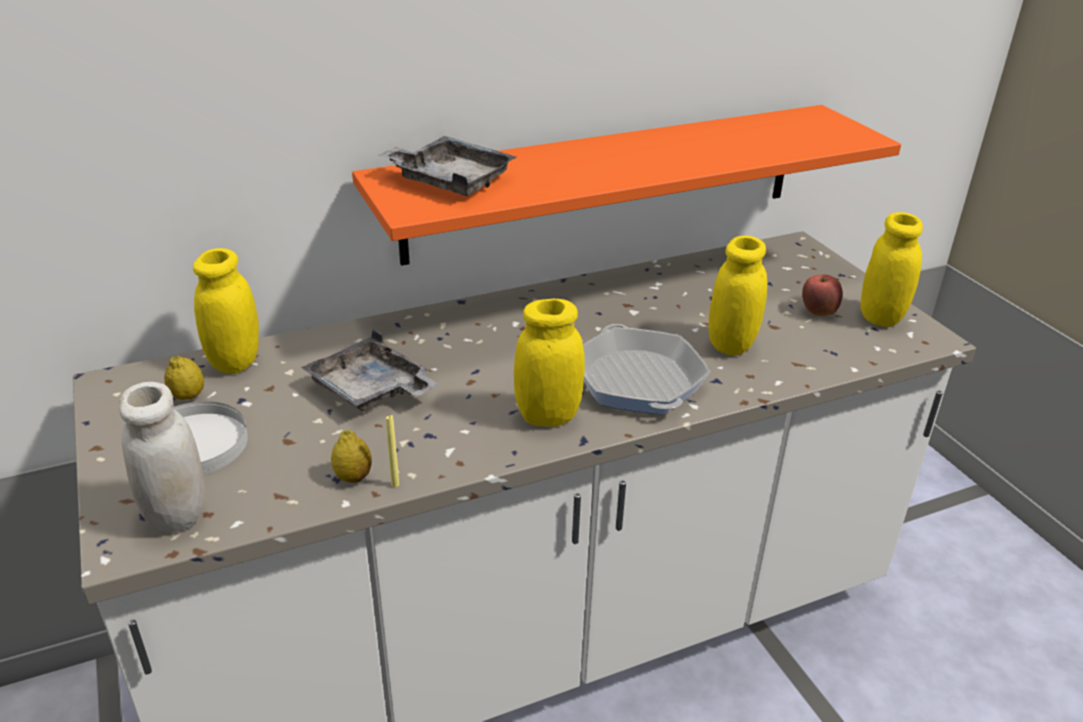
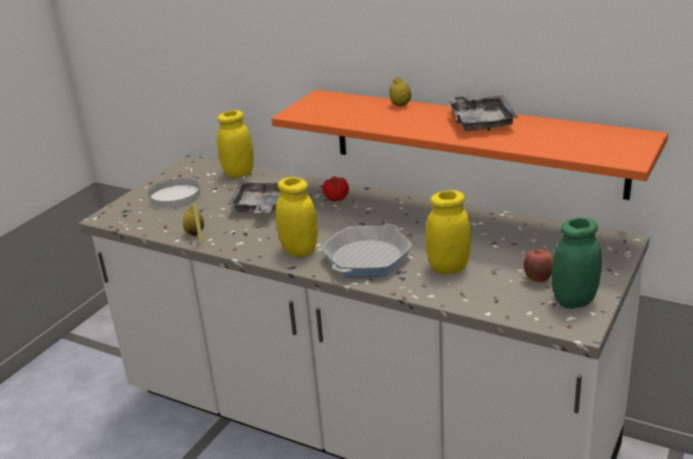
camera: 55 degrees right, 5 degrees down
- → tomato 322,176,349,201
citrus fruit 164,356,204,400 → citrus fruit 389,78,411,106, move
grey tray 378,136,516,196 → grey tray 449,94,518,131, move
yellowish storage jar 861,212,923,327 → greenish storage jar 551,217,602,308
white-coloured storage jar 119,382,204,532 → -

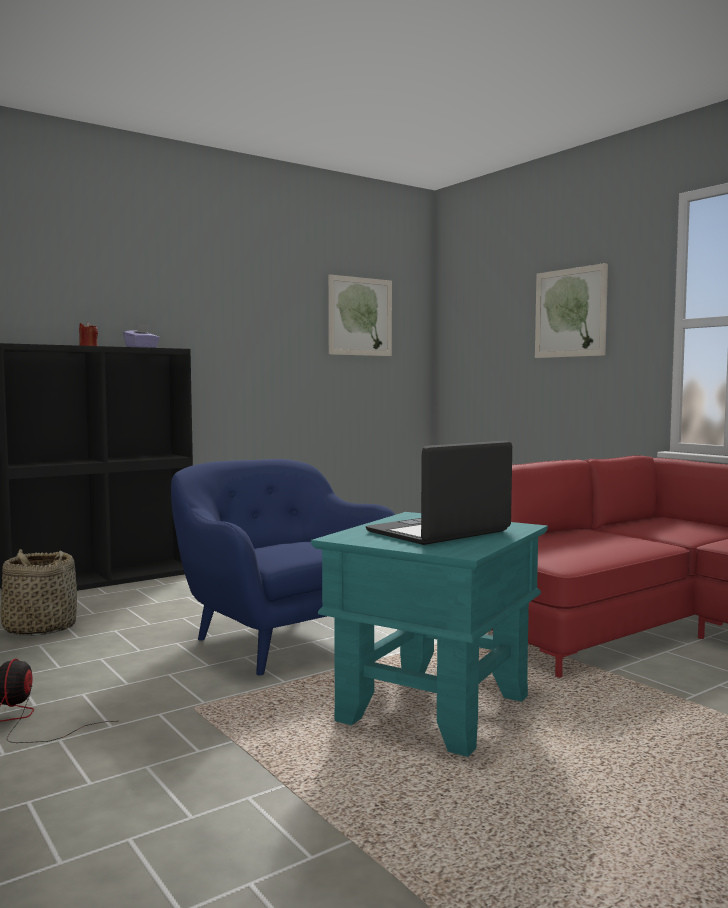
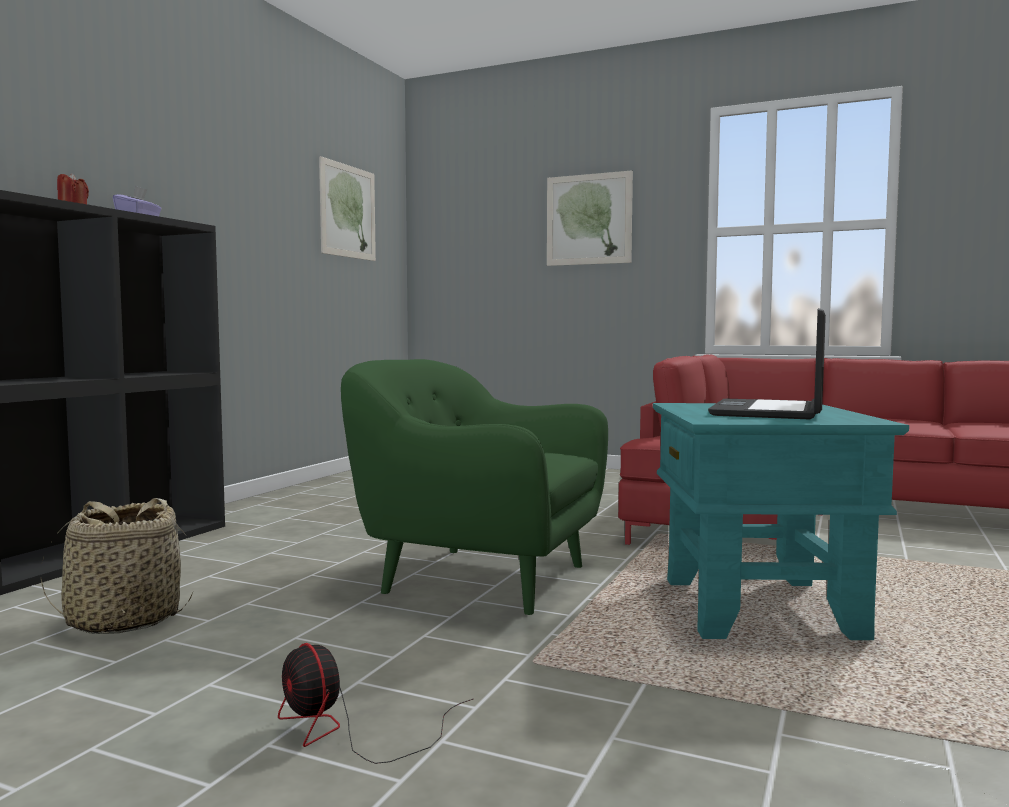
camera: 30 degrees left, 0 degrees up
blue lounge chair 171,459,396,675 → greenish lounge chair 341,359,608,615

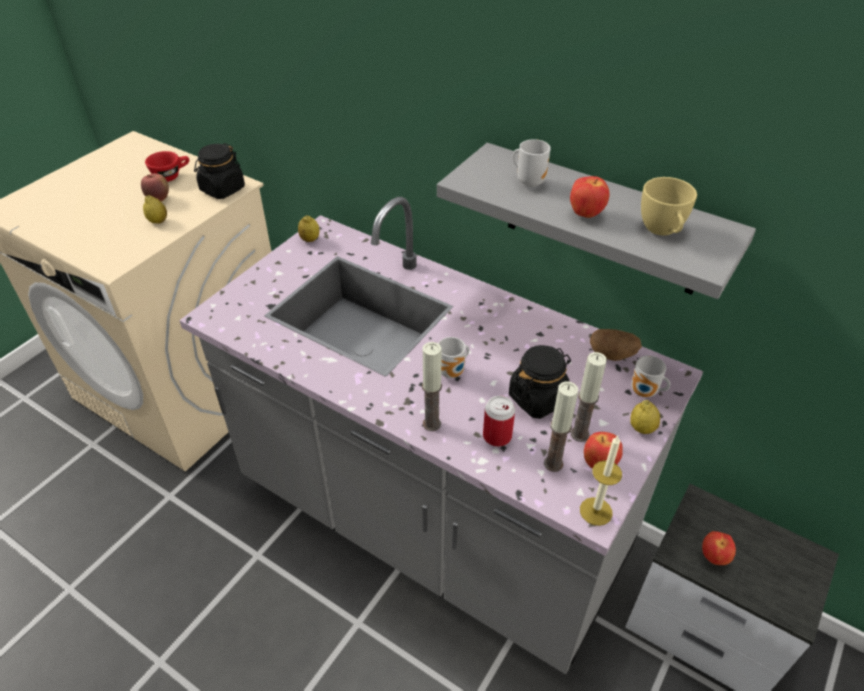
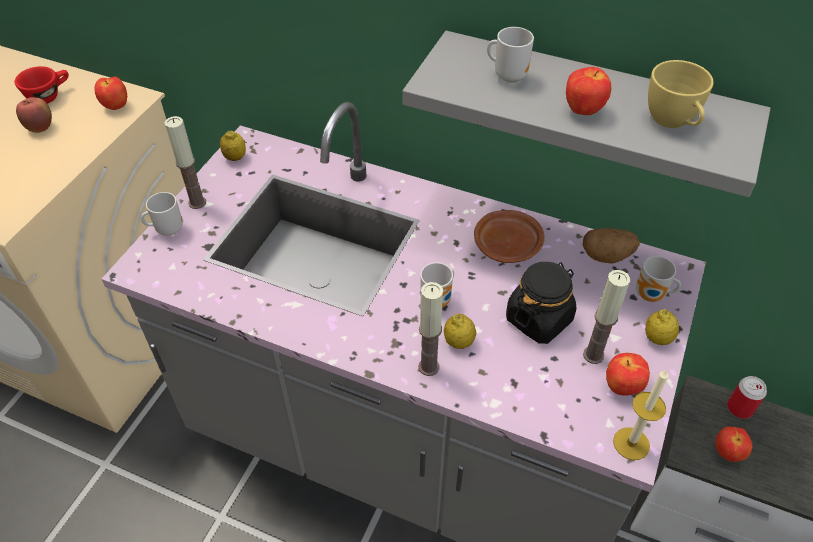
camera: 10 degrees left, 5 degrees up
black storage jar 194,143,245,199 → apple fruit 94,76,127,110
- → mug 141,192,183,236
candle 544,381,579,472 → candle 165,116,206,209, move
citrus fruit 143,195,167,223 → citrus fruit 444,313,476,349, move
- → brown-coloured flat dish 474,210,545,263
can 483,396,515,447 → can 727,376,767,419, move

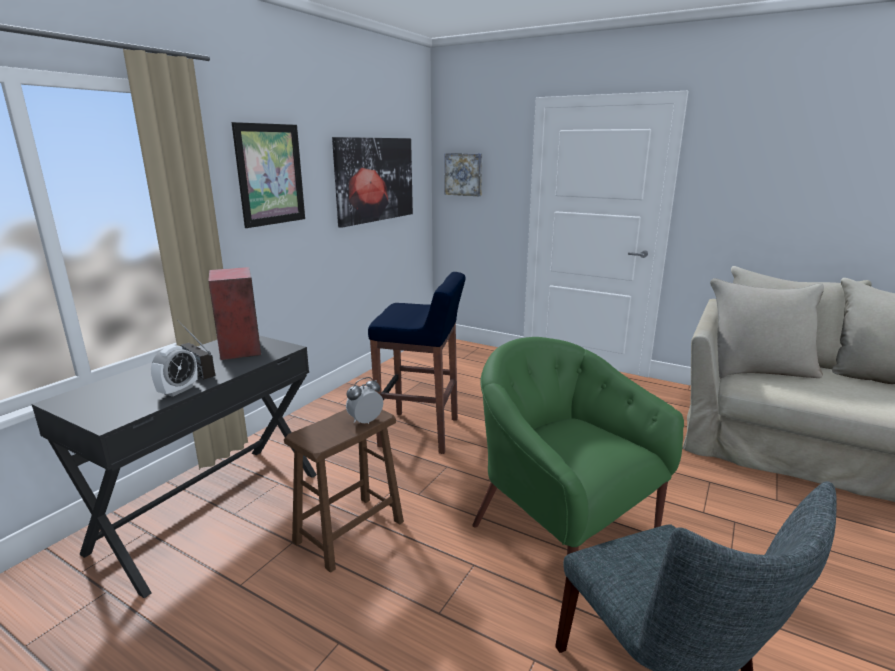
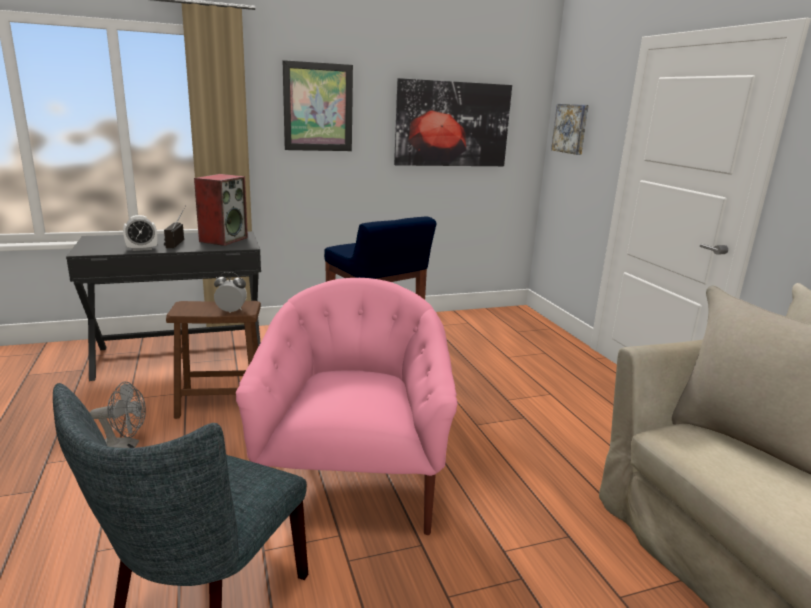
camera: 40 degrees right, 0 degrees up
- → grey electric fan 90,382,146,448
greenish lounge chair 472,337,684,555 → pink lounge chair 236,278,458,535

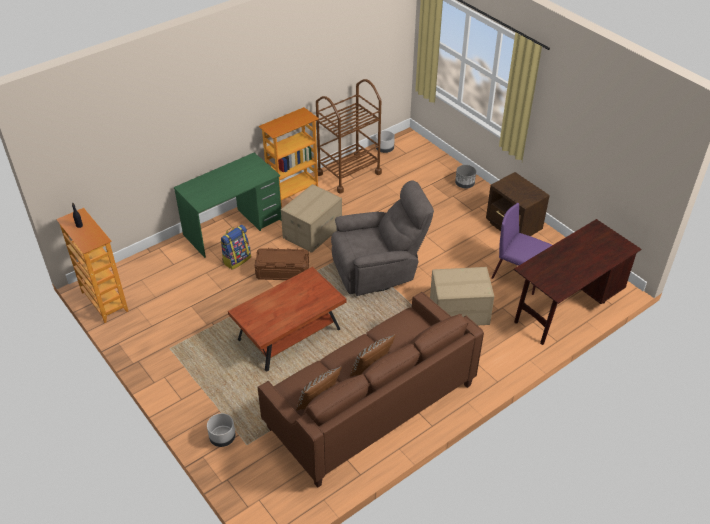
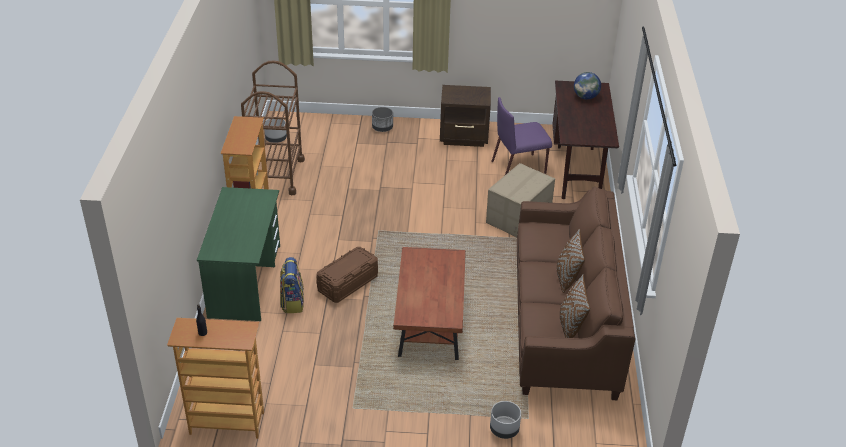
camera: 50 degrees left, 5 degrees down
- → world globe 574,72,601,99
packing box 281,184,342,253 → -
grey lounge chair 331,180,434,296 → -

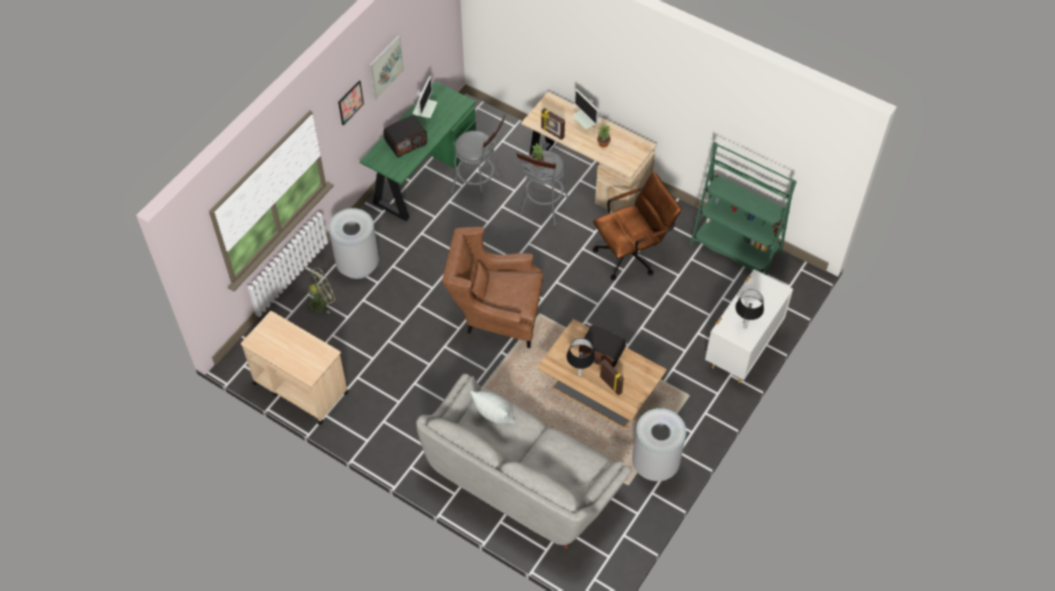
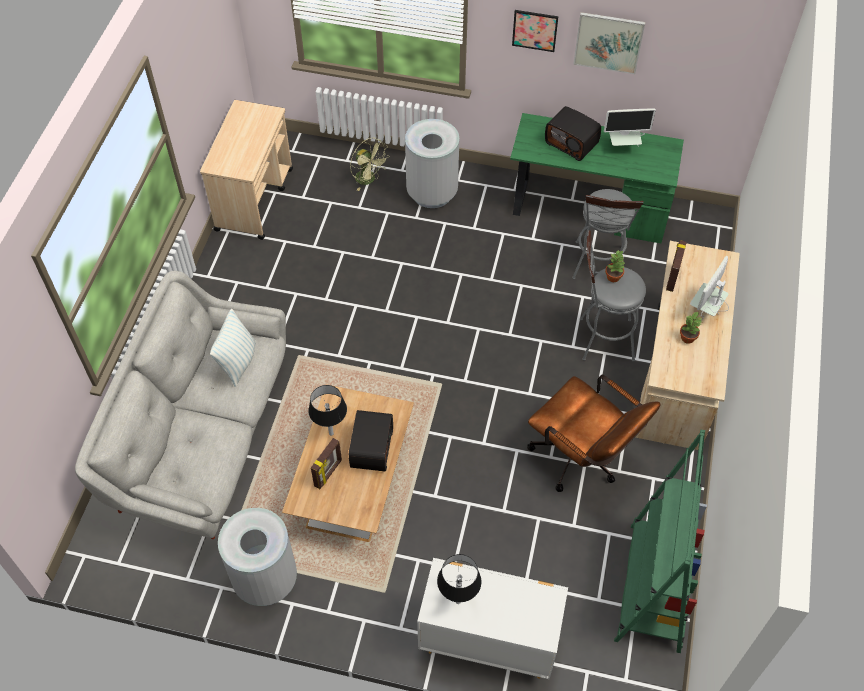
camera: 70 degrees right, 0 degrees up
brown-coloured lounge chair 442,227,543,348 → -

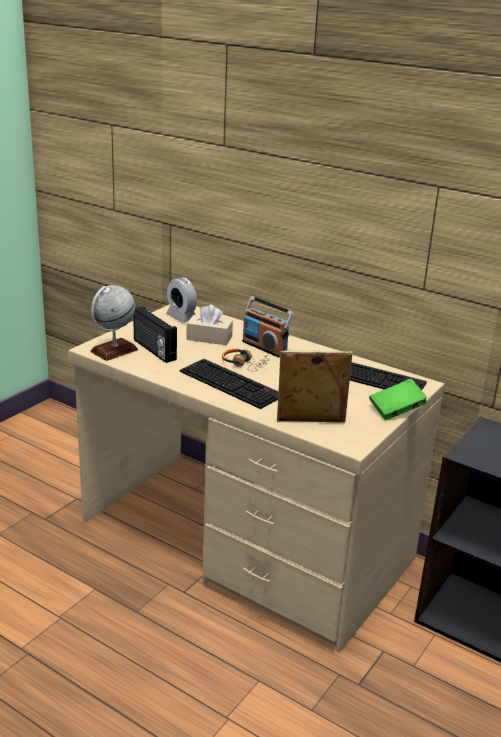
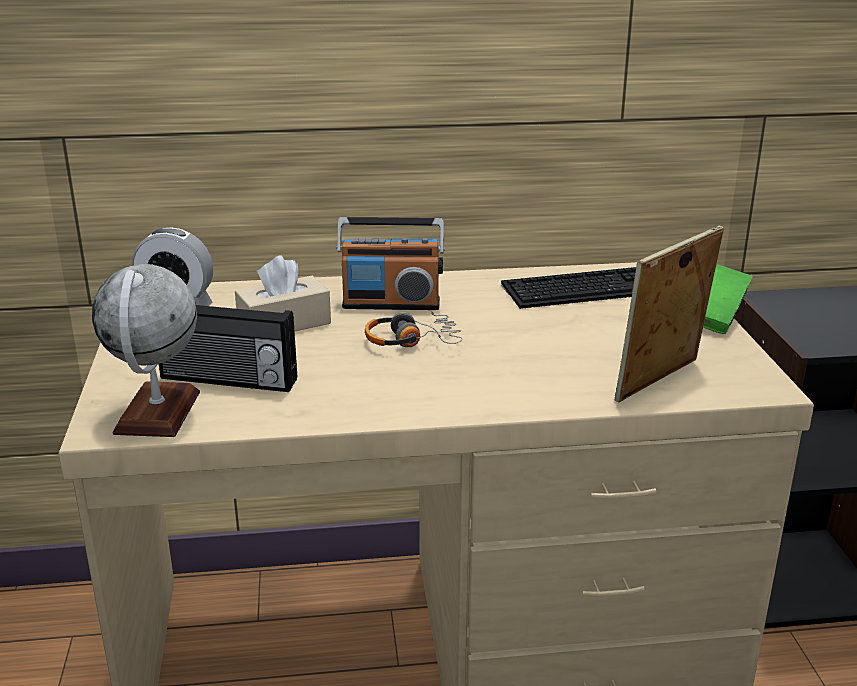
camera: 40 degrees left, 0 degrees up
computer keyboard 180,359,279,409 → -

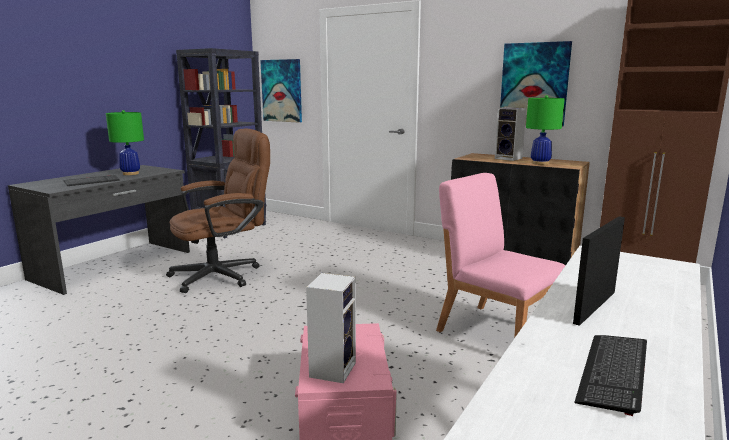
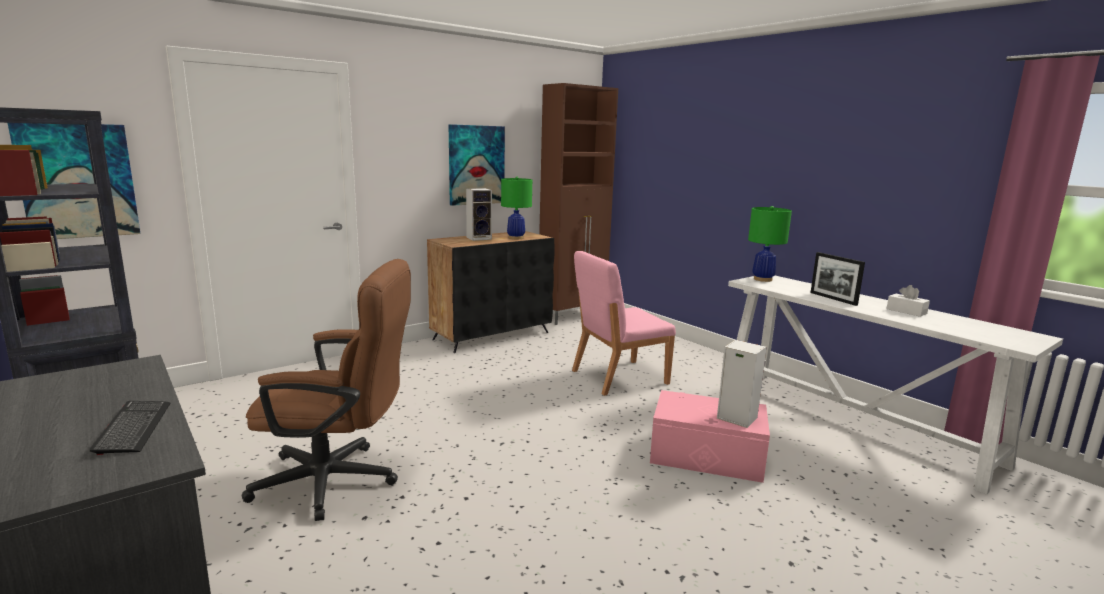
camera: 70 degrees left, 0 degrees up
brown-coloured office chair 166,129,270,293 → brown-coloured office chair 242,259,411,521, 105 degrees clockwise
greenish table lamp 106,110,144,175 → greenish table lamp 748,206,792,282, move
computer keyboard 574,335,647,416 → white-coloured tissue holder 886,285,930,317

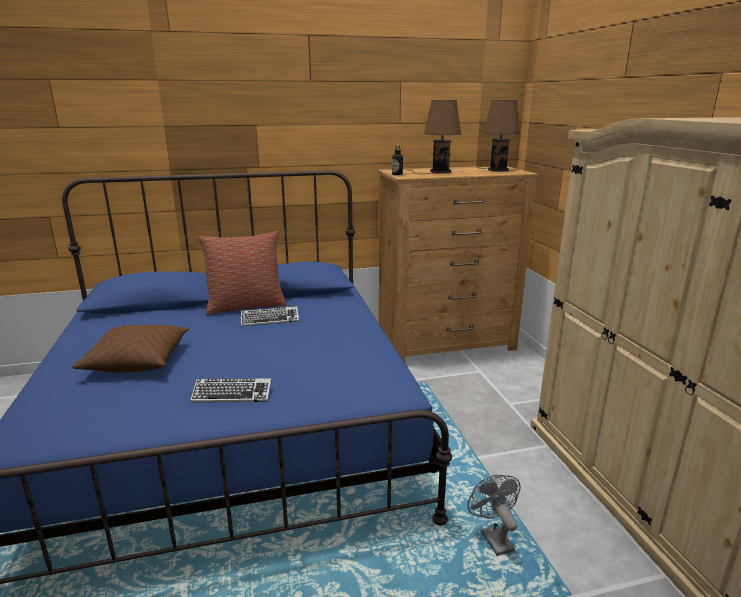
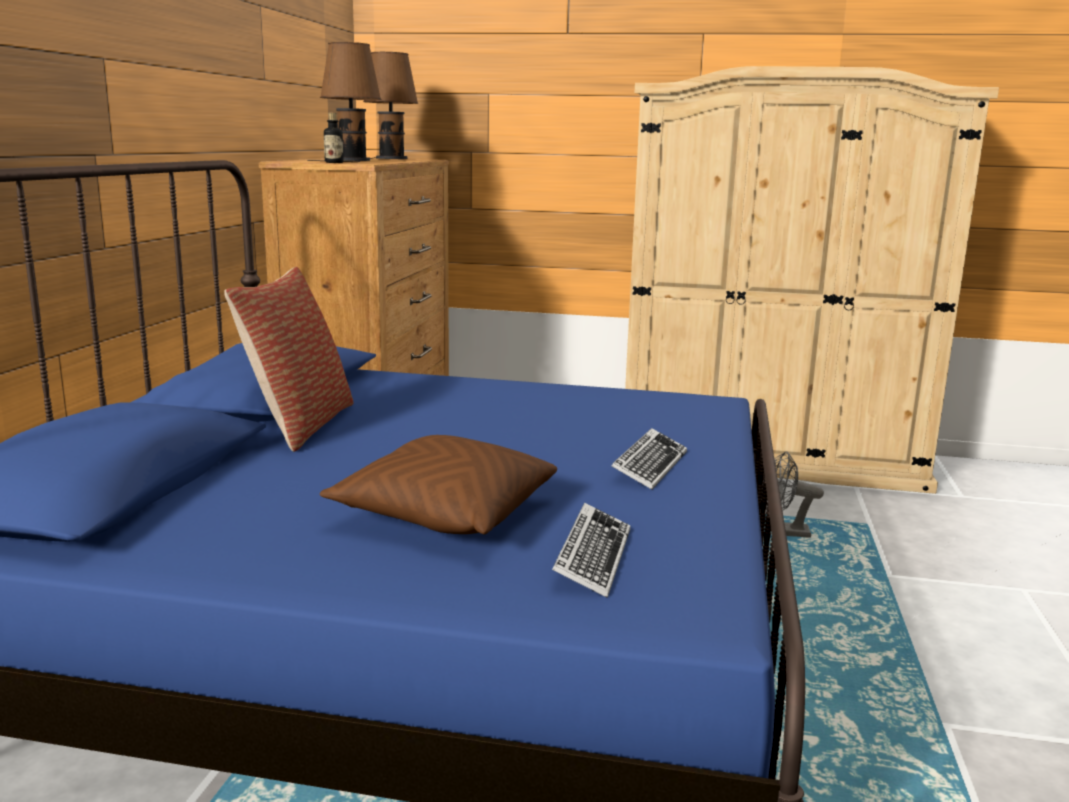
camera: 65 degrees left, 5 degrees down
computer keyboard 241,306,299,326 → computer keyboard 552,503,630,598, move

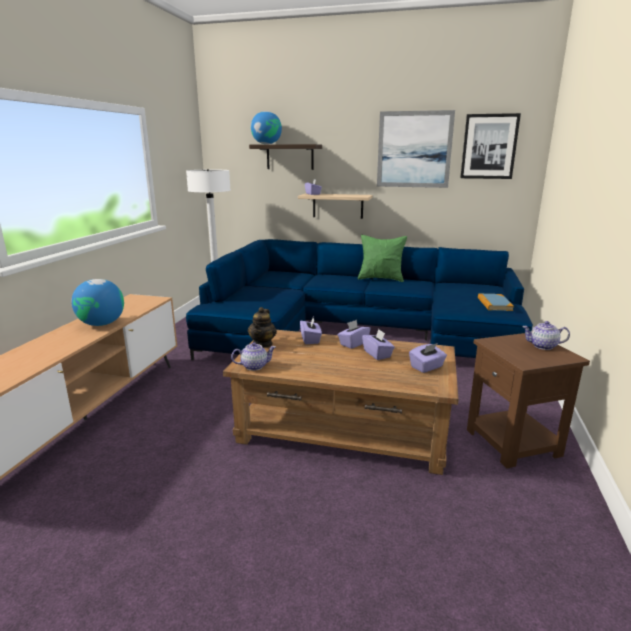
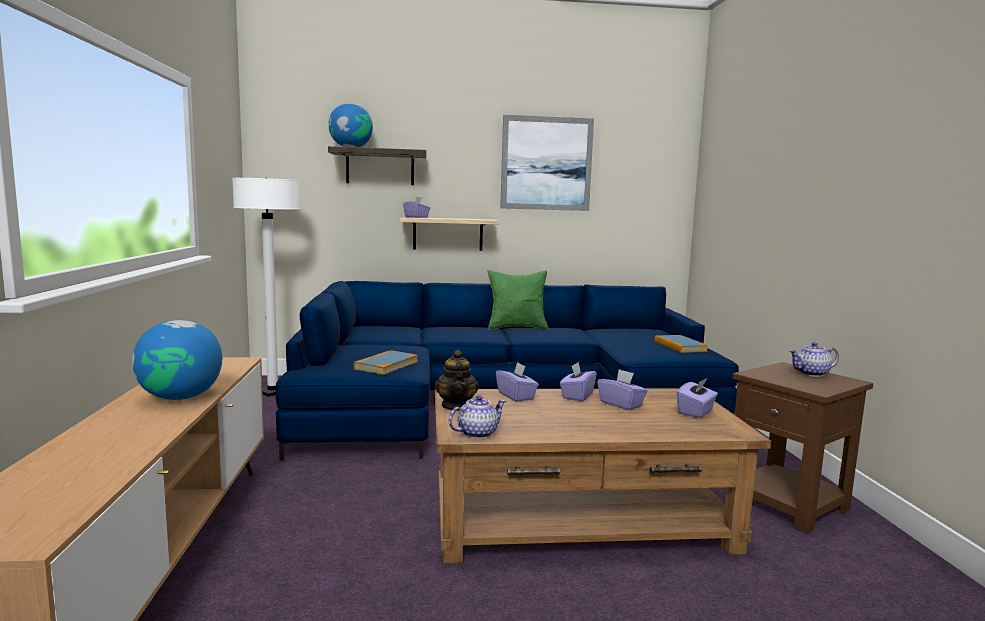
camera: 20 degrees left, 10 degrees down
- → bound book 354,350,418,375
picture 460,113,521,179 → -

